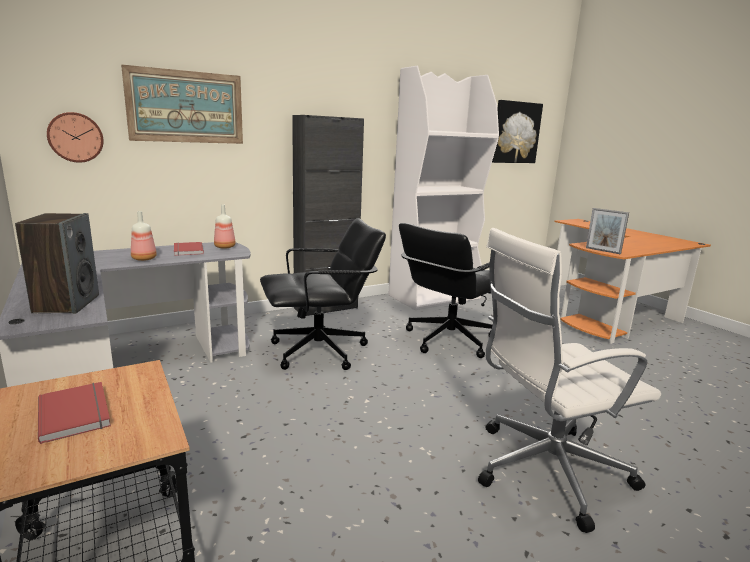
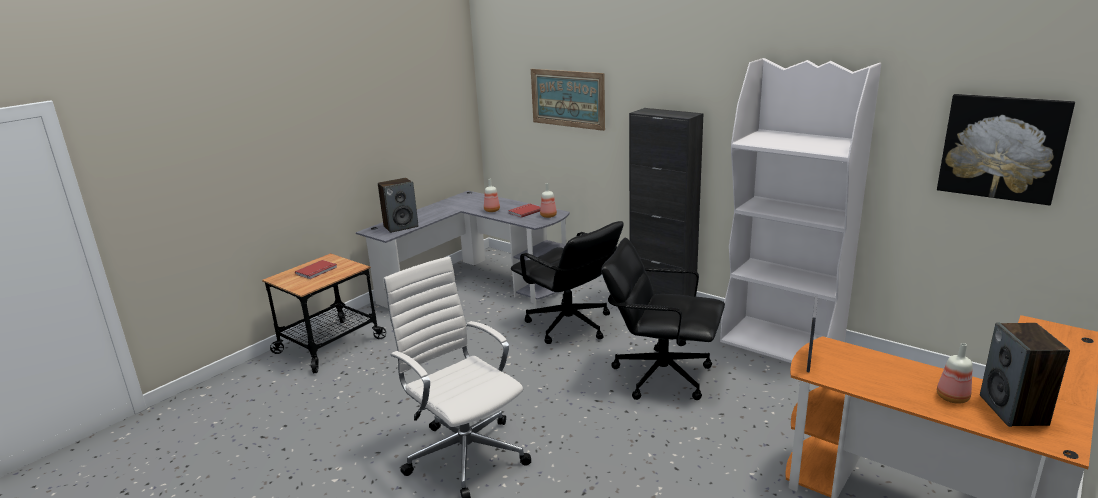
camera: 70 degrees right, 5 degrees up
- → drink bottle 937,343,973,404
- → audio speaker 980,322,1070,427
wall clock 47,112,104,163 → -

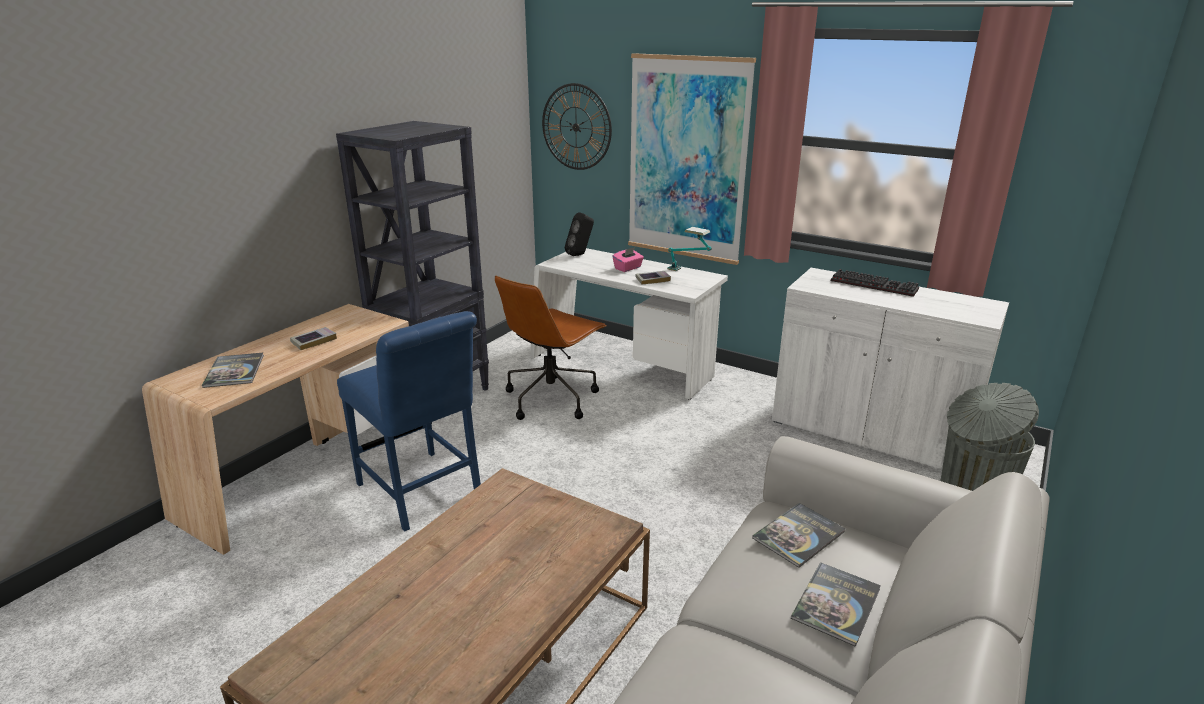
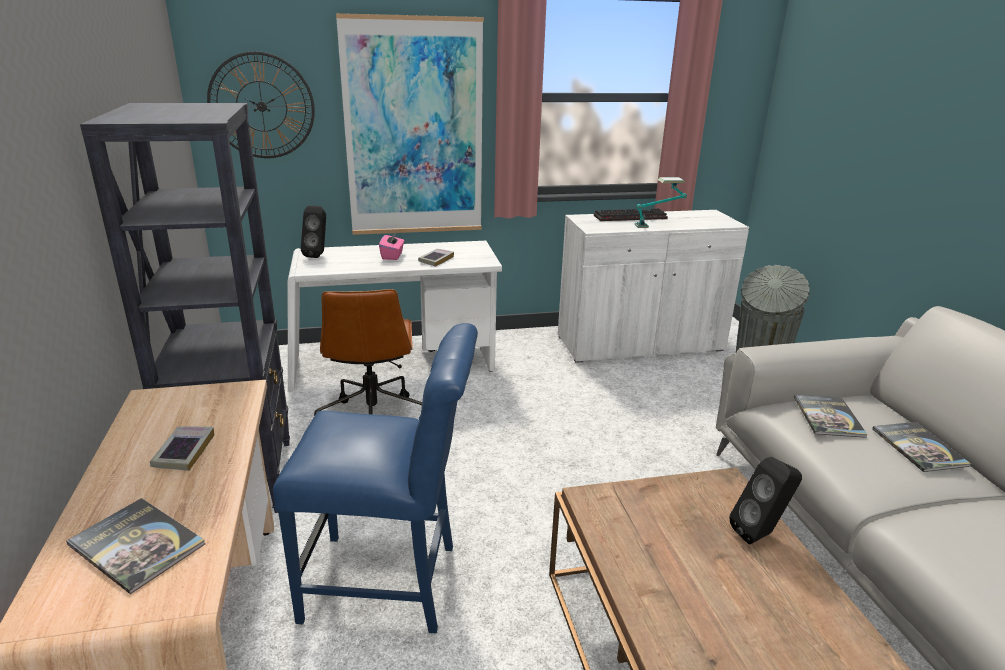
camera: 45 degrees left, 0 degrees up
table lamp 667,227,712,271 → table lamp 634,177,687,228, move
- → black audio speaker 729,457,802,544

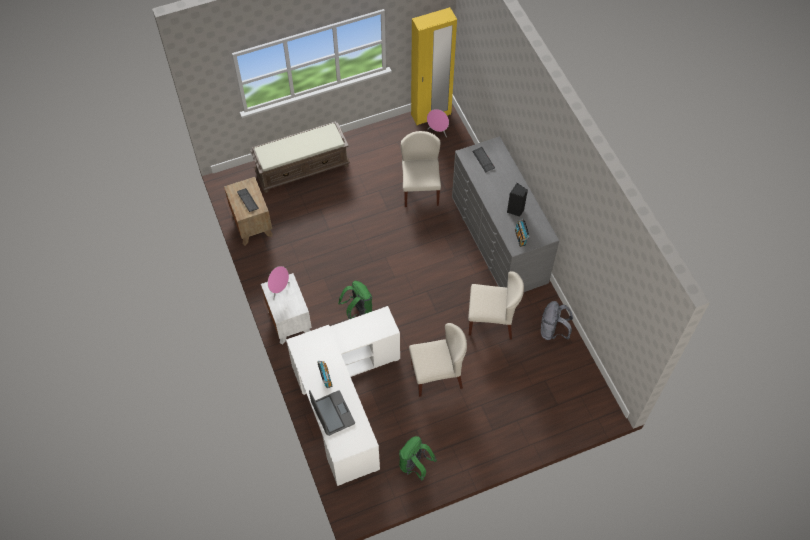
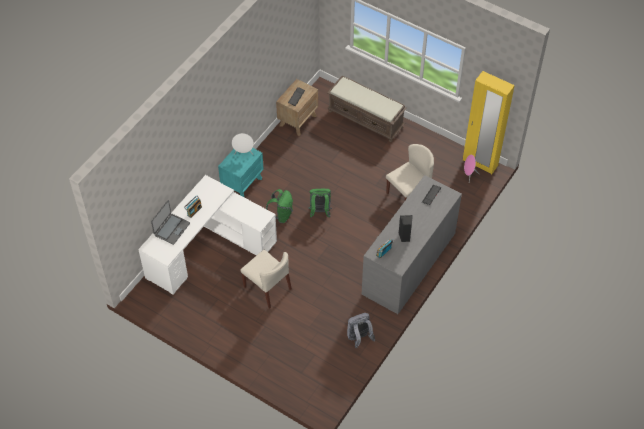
camera: 55 degrees right, 5 degrees down
white-coloured nightstand 261,273,312,345 → turquoise-coloured nightstand 218,148,264,198
pink audio speaker 268,266,290,300 → white-coloured audio speaker 232,133,254,155
greenish backpack 399,436,437,481 → greenish backpack 308,189,332,217, move
sand-coloured chair 468,271,524,340 → -

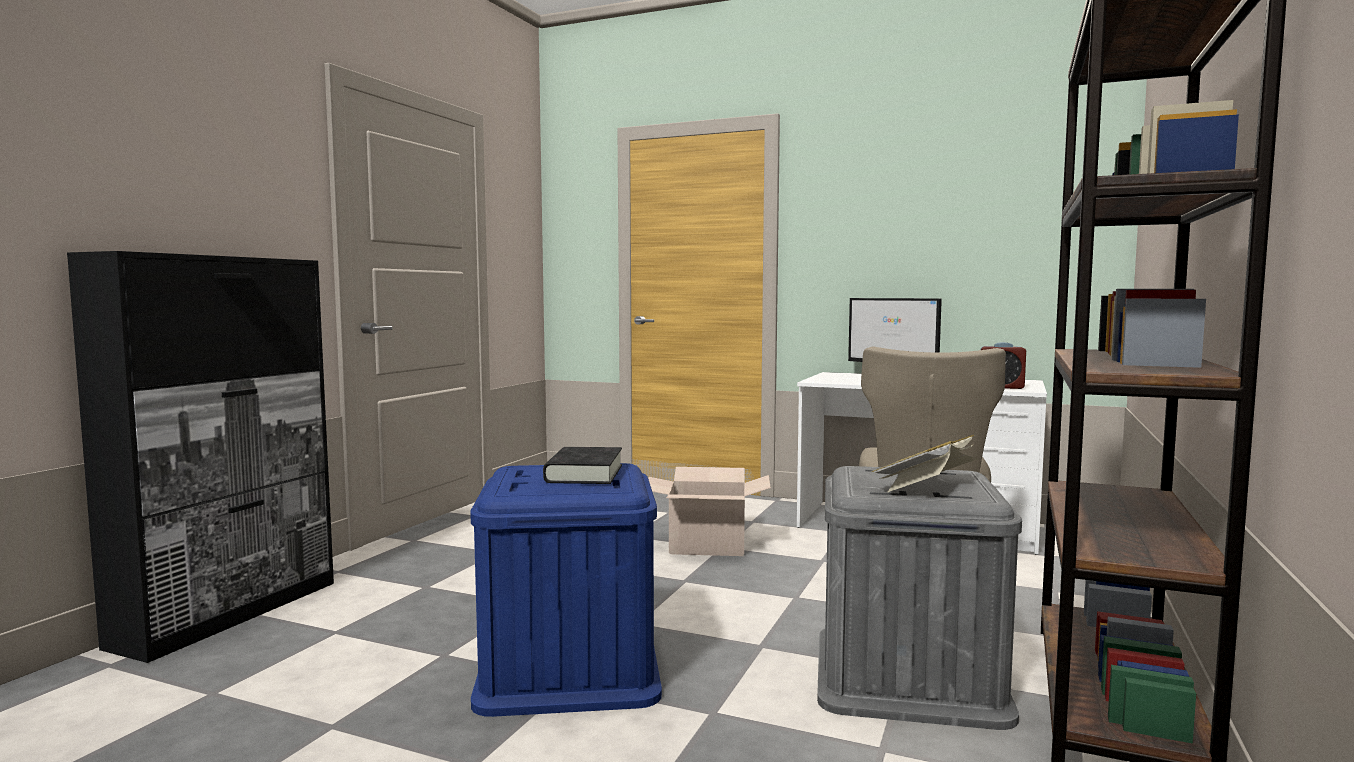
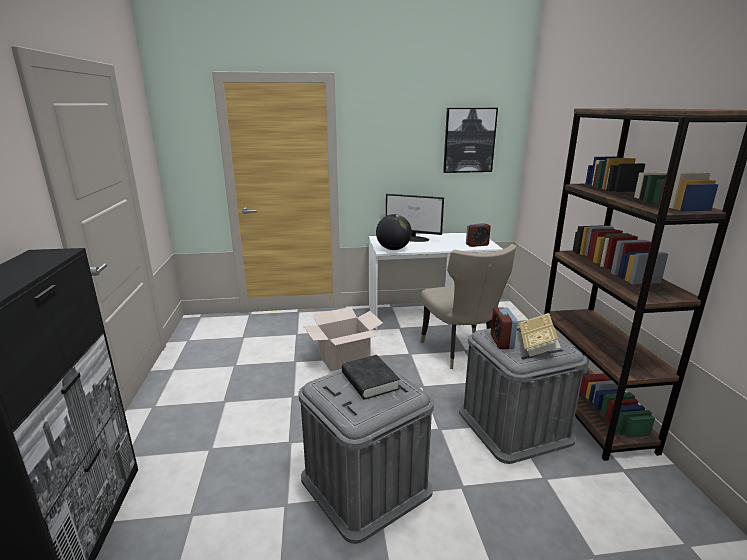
camera: 30 degrees left, 15 degrees up
blue storage container 470,463,662,717 → grey storage container 298,366,434,544
- → world globe 376,214,412,250
- → picture 443,108,498,173
- → alarm clock 491,307,518,349

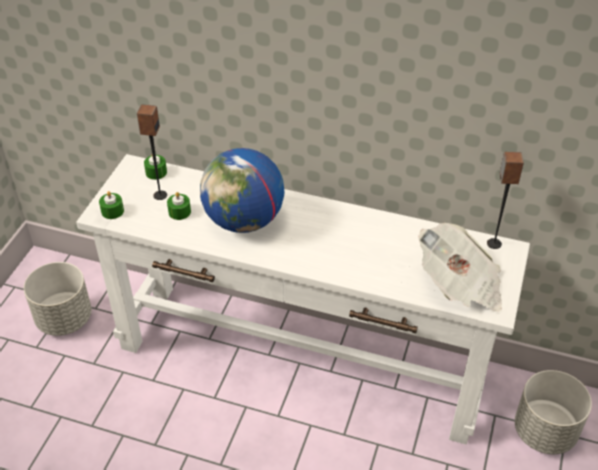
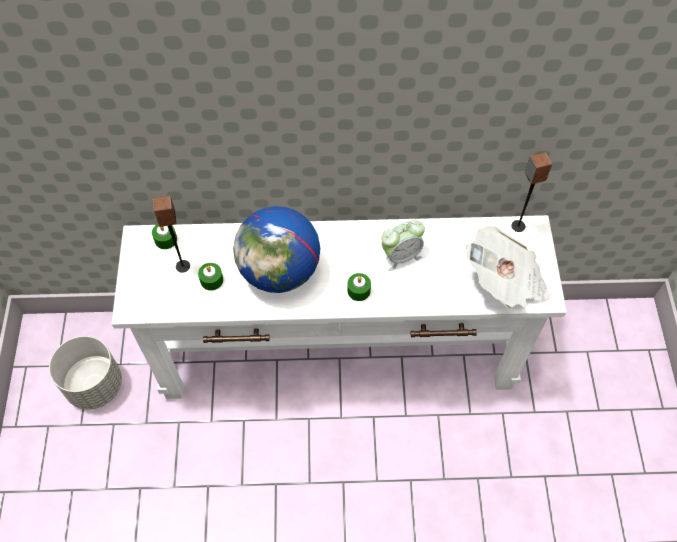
camera: 20 degrees left, 15 degrees up
greenish candle 99,191,124,219 → greenish candle 347,273,371,301, move
- → alarm clock 381,220,425,271
grey flower pot 515,370,592,454 → -

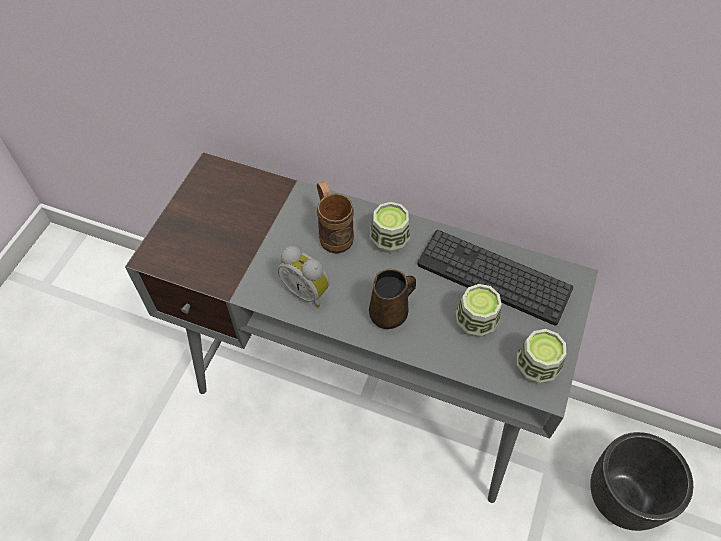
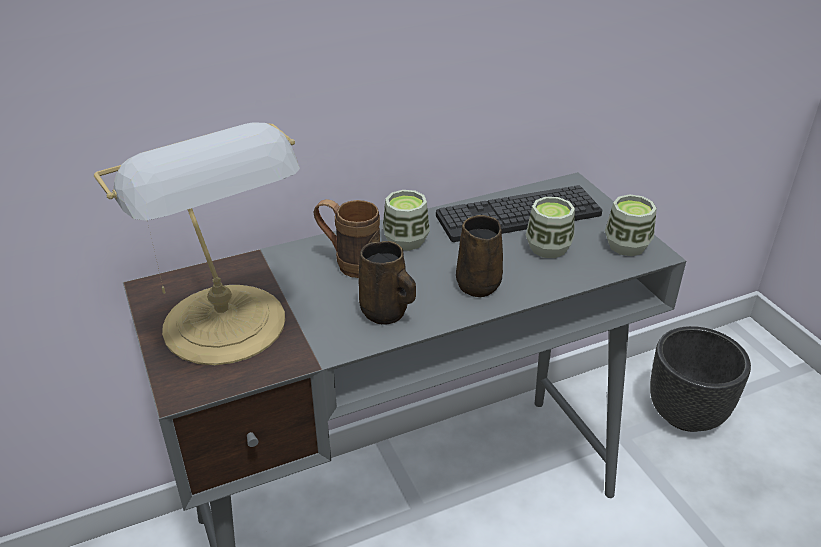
camera: 45 degrees left, 20 degrees down
- → table lamp 94,122,300,365
alarm clock 278,246,330,307 → brown-coloured mug 358,241,416,325

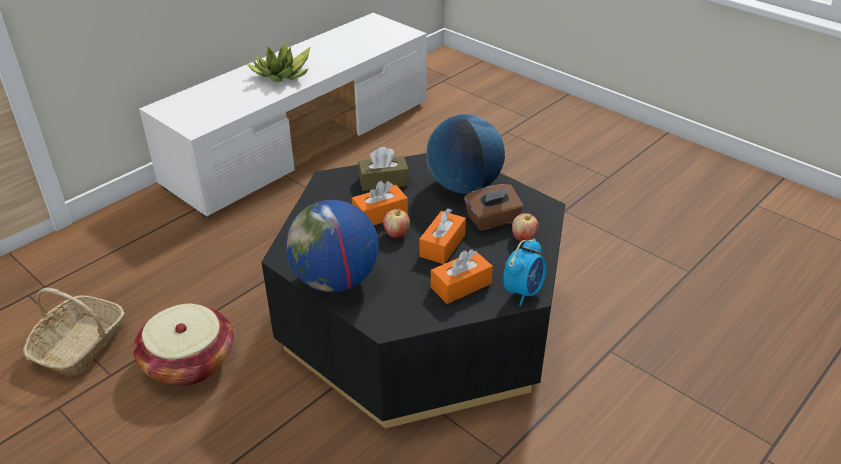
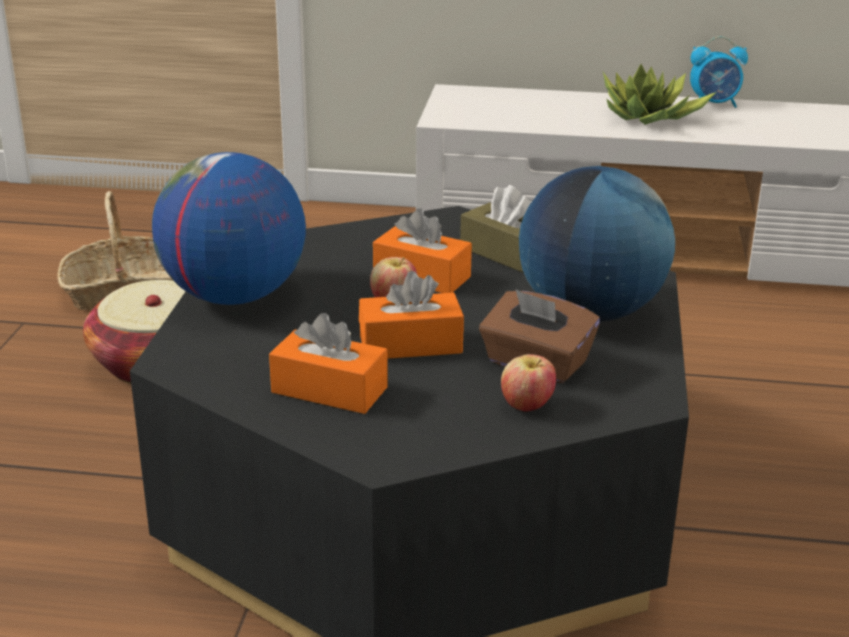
camera: 55 degrees right, 10 degrees down
alarm clock 503,238,547,306 → alarm clock 690,36,748,108, move

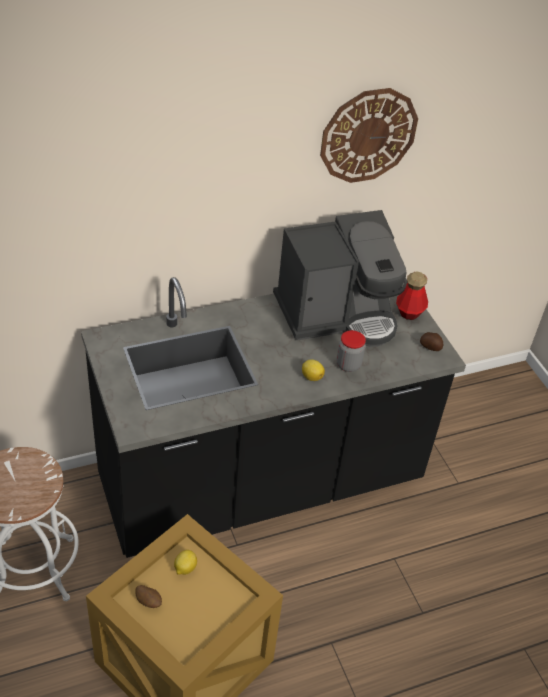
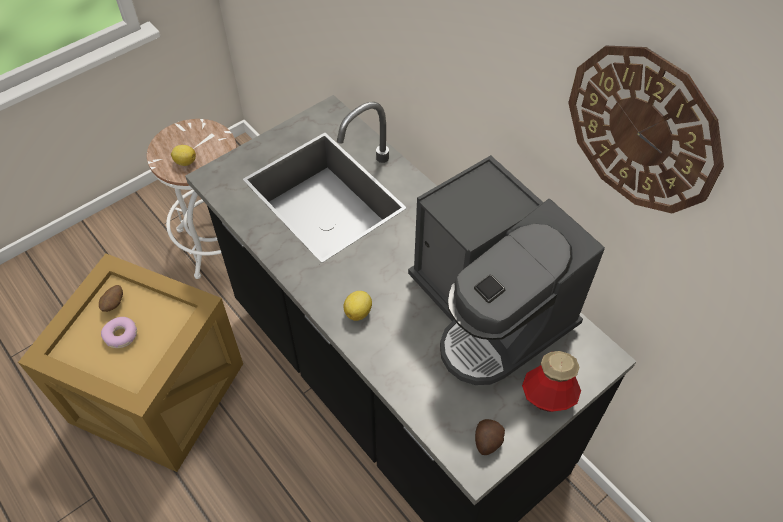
camera: 75 degrees right, 10 degrees up
- → donut 101,317,137,348
citrus fruit 174,550,197,575 → citrus fruit 171,145,196,166, move
storage jar 336,330,366,372 → -

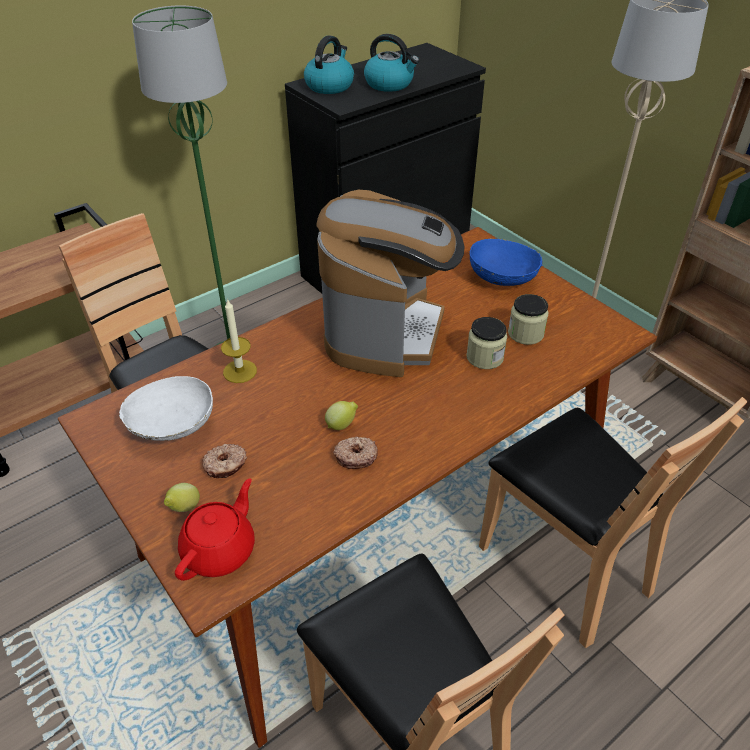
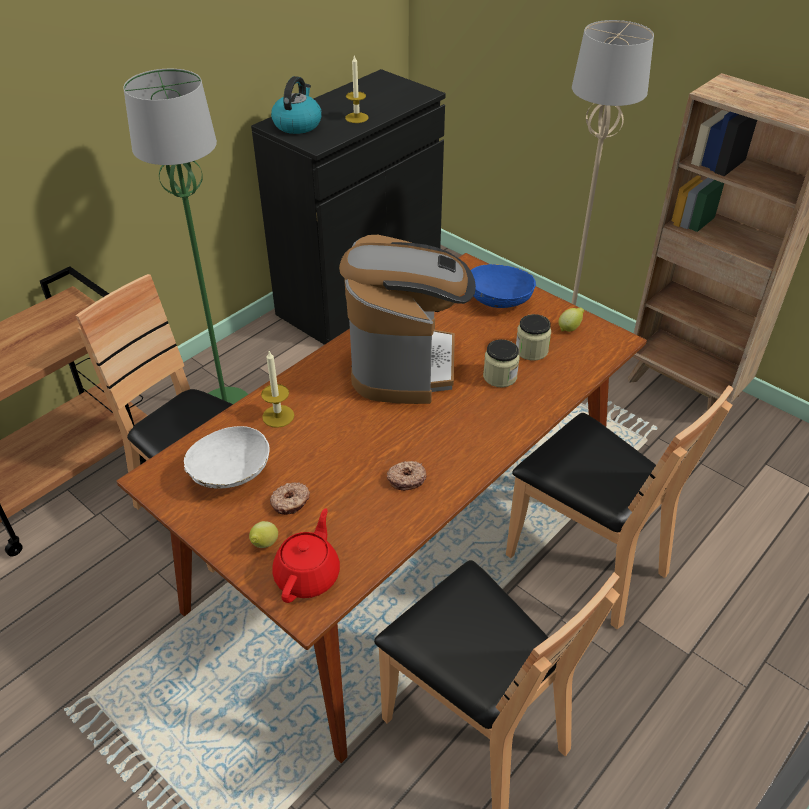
camera: 10 degrees left, 0 degrees up
kettle 364,34,419,92 → candle 345,55,369,123
citrus fruit 325,401,358,430 → citrus fruit 558,308,584,332, move

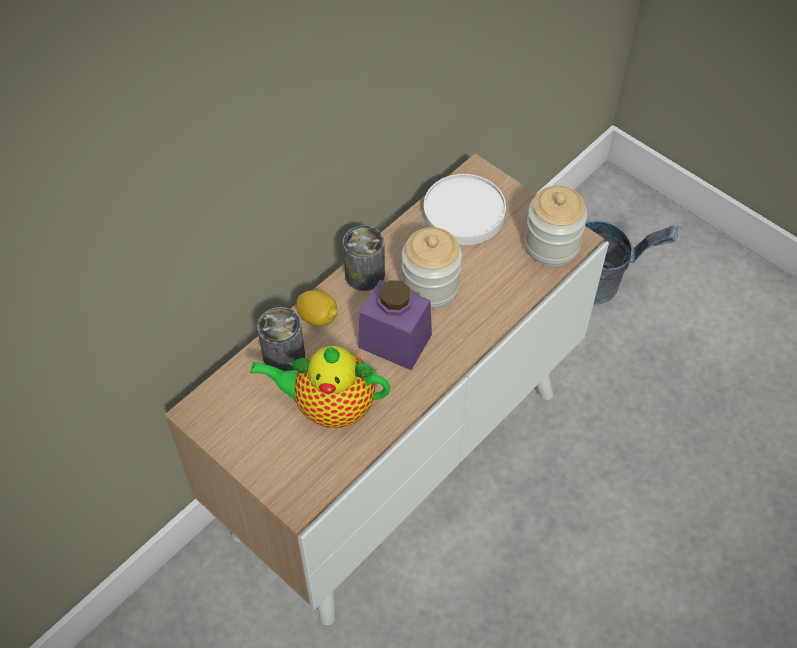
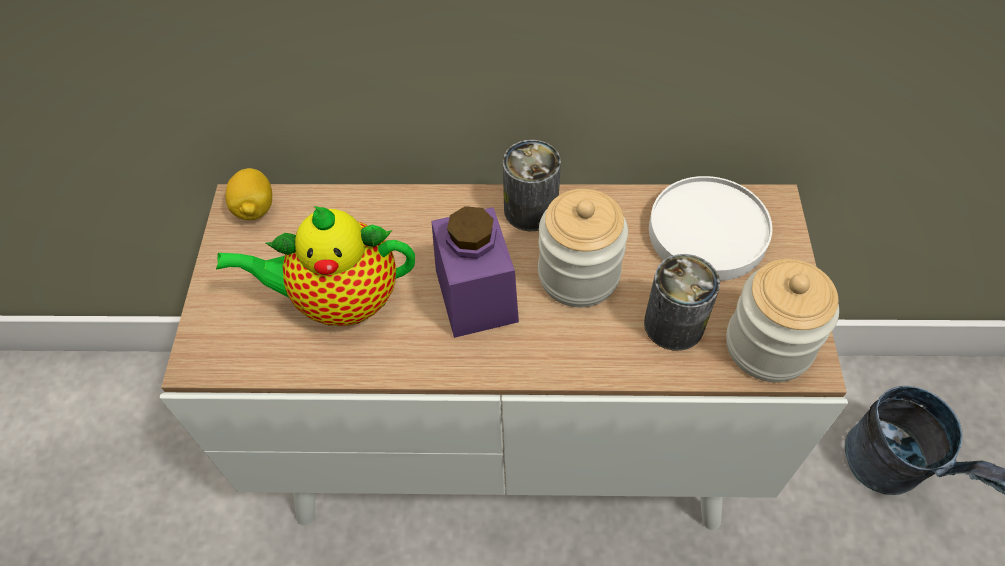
camera: 50 degrees right, 0 degrees up
teapot 250,346,390,428 → teapot 216,206,415,326, 60 degrees counterclockwise
citrus fruit 296,290,338,327 → citrus fruit 226,168,272,220, move
can 257,307,305,371 → can 644,254,720,351, move

